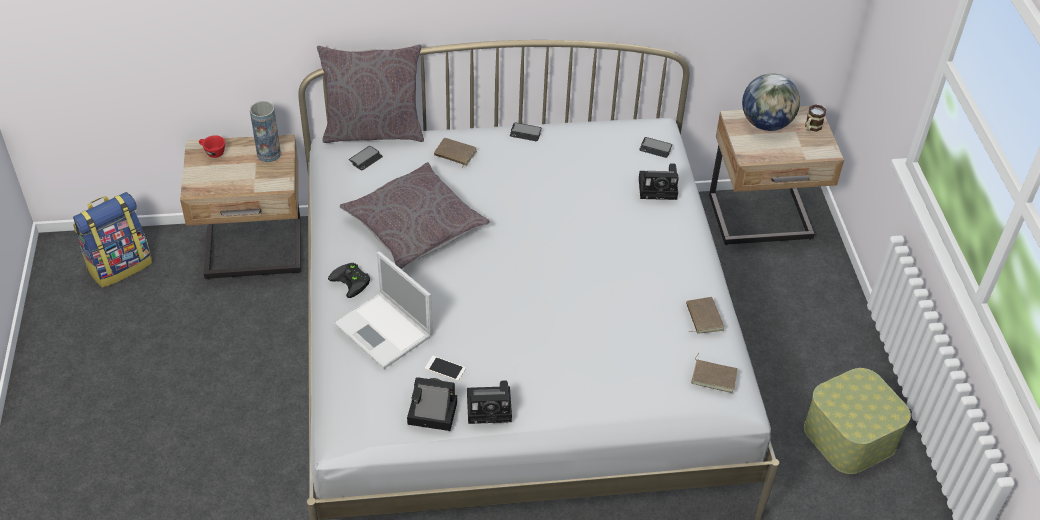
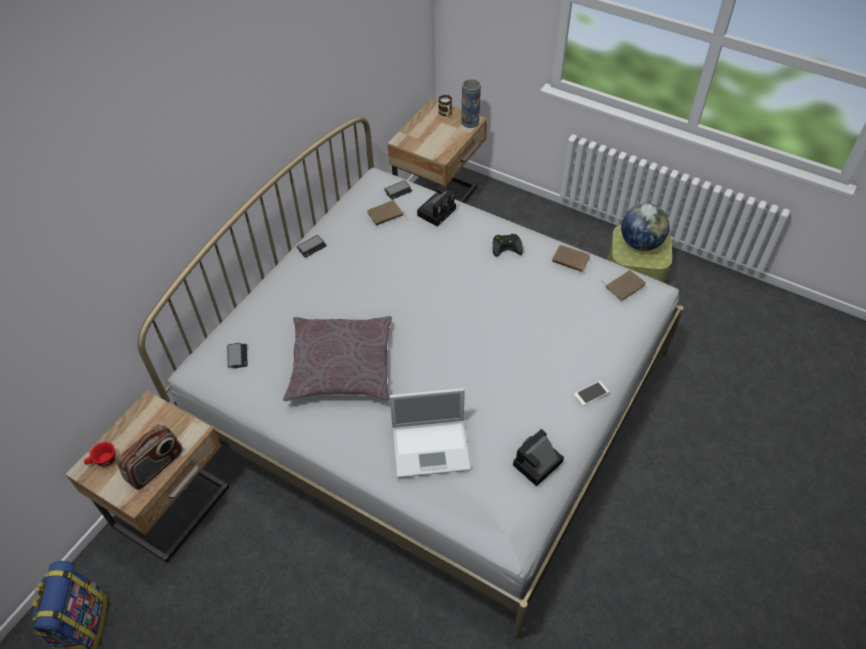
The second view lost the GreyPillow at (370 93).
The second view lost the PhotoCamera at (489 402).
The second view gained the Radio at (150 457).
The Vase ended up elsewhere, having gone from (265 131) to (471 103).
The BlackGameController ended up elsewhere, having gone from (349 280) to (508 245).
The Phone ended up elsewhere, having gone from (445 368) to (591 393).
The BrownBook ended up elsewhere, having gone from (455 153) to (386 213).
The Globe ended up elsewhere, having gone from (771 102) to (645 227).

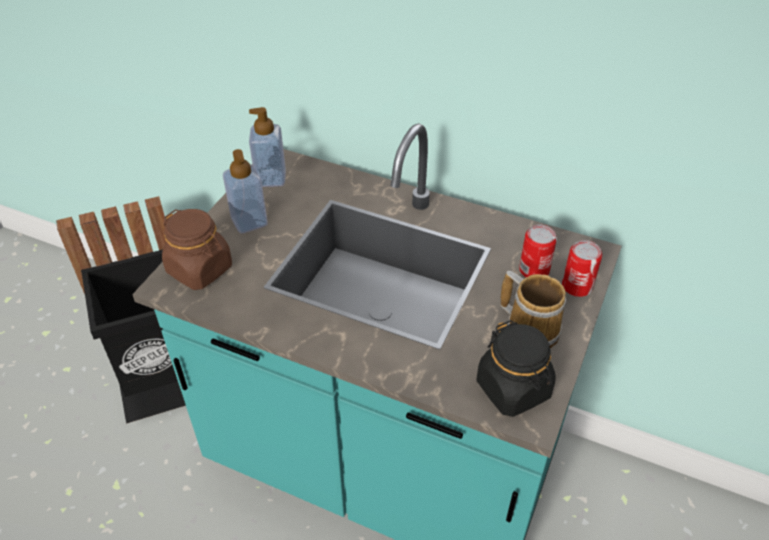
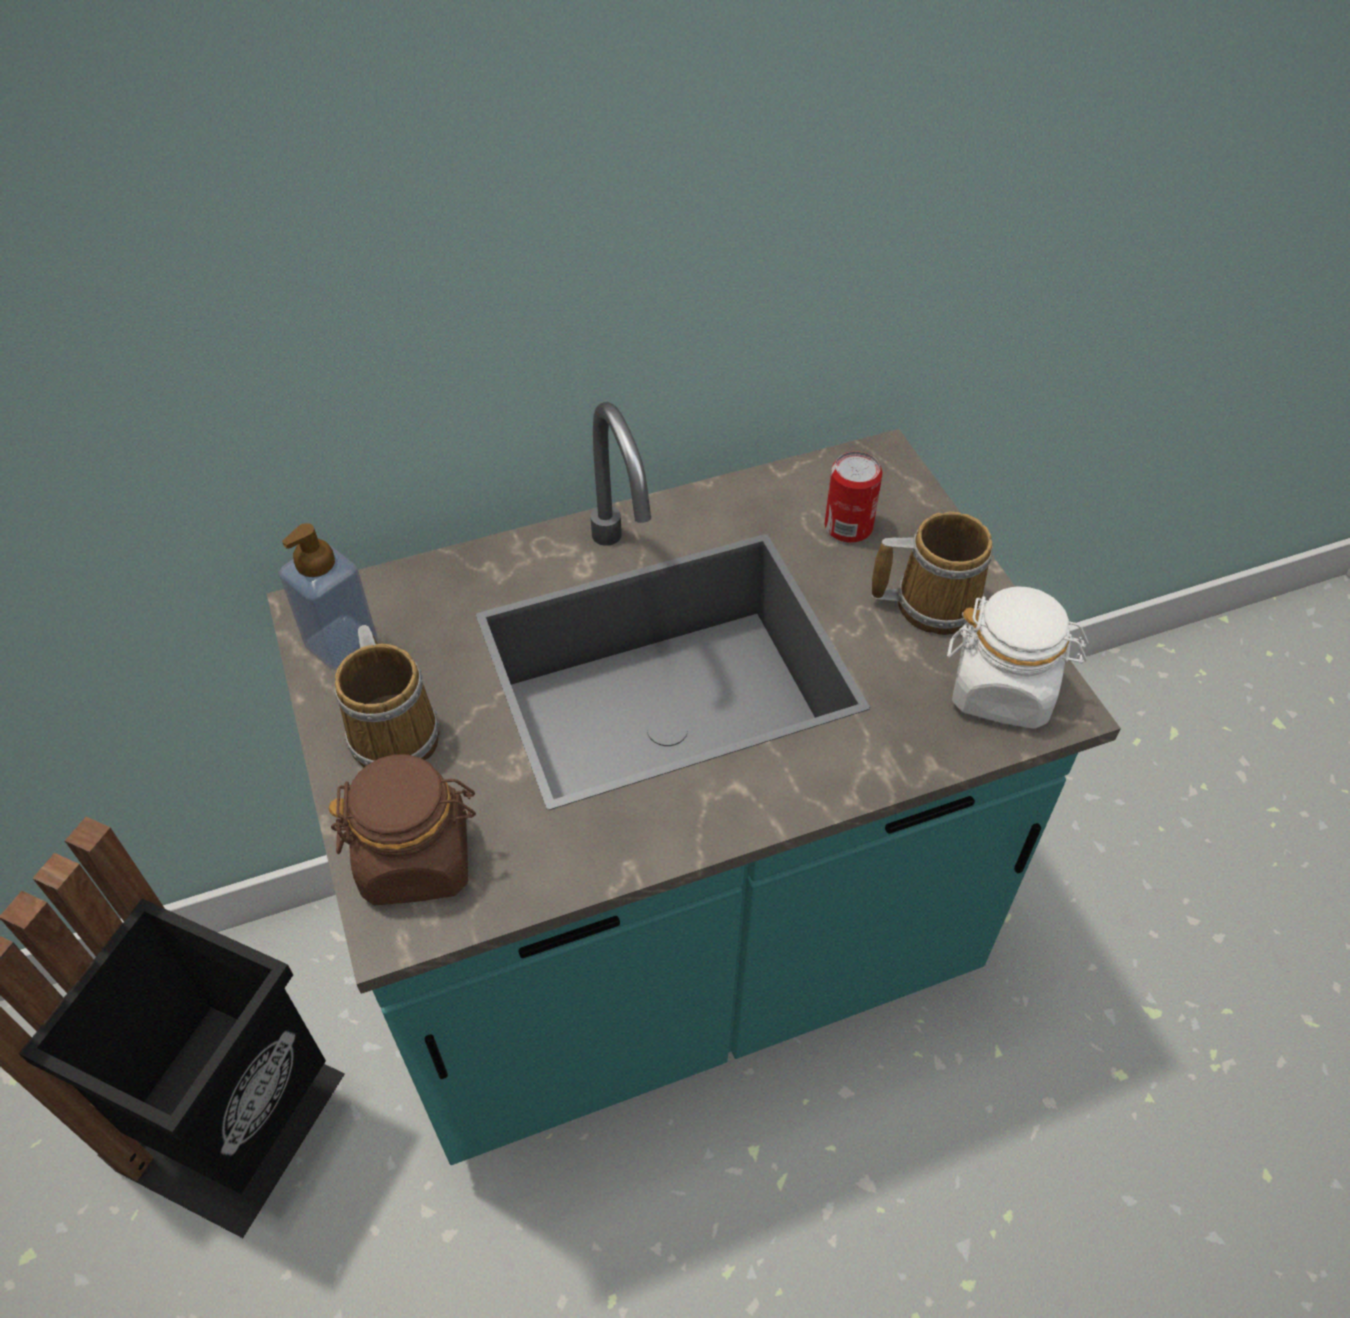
The second view lost the Can at (582 268).
Where the SoapDispenser stood at (245 191), the Mug came to stand at (386 696).
What was the BlackJar at (516 368) turned into the WhiteJar at (1018 658).

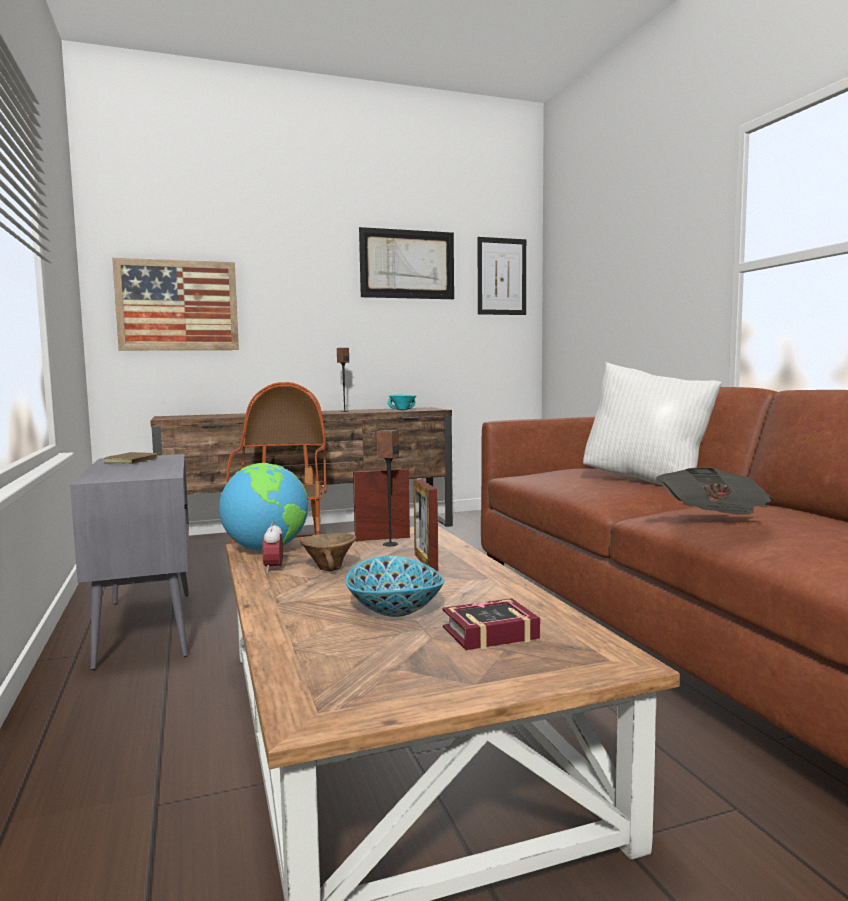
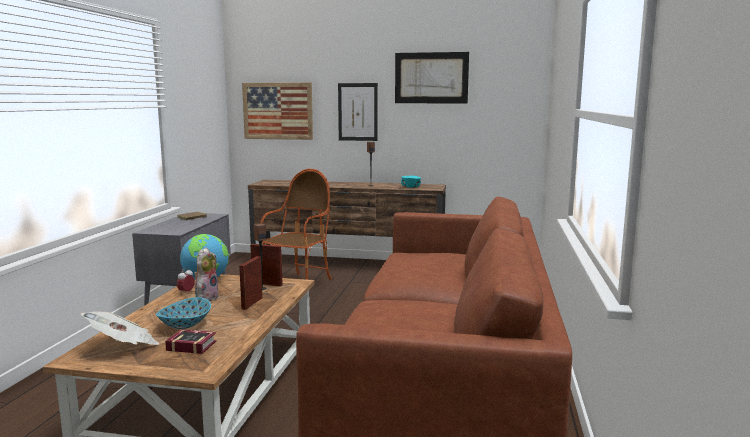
The second view lost the WhitePillow at (652 423).
The Picture ended up elsewhere, having gone from (501 276) to (358 112).
The Newspaper ended up elsewhere, having gone from (714 490) to (120 328).
Where the BrownBowl stood at (328 552), the PlushToy came to stand at (206 274).

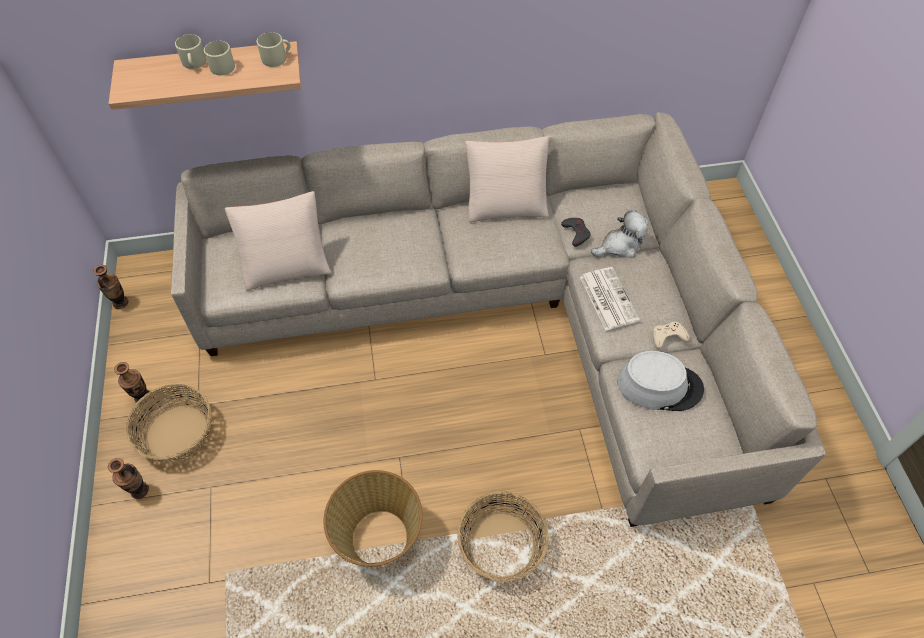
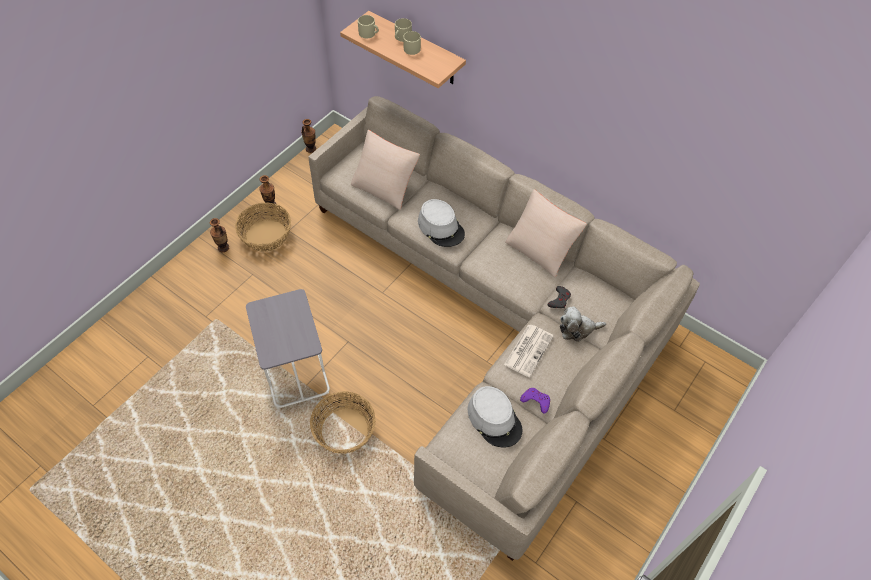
The second view gained the GreyHat at (441 223).
The BeigeMug ended up elsewhere, having gone from (274 49) to (368 26).
Where the Basket stood at (373 518), the GreySideTable came to stand at (288 348).
What was the BeigeGameController at (671 335) turned into the PurpleGameController at (535 401).
The PlushToy at (620 234) ended up facing another way, 150 degrees clockwise from before.

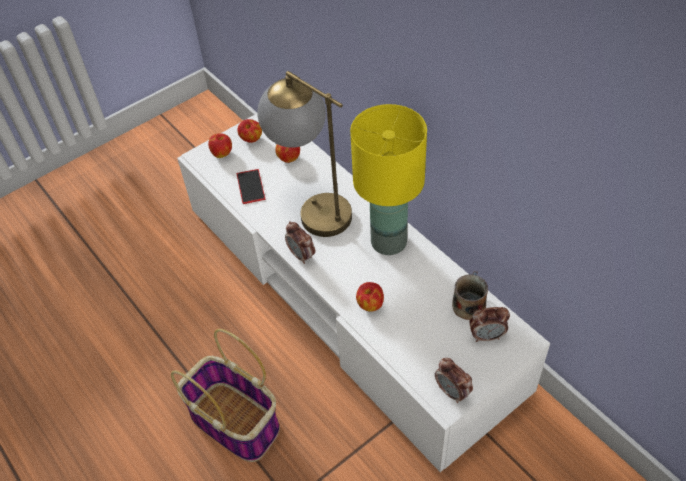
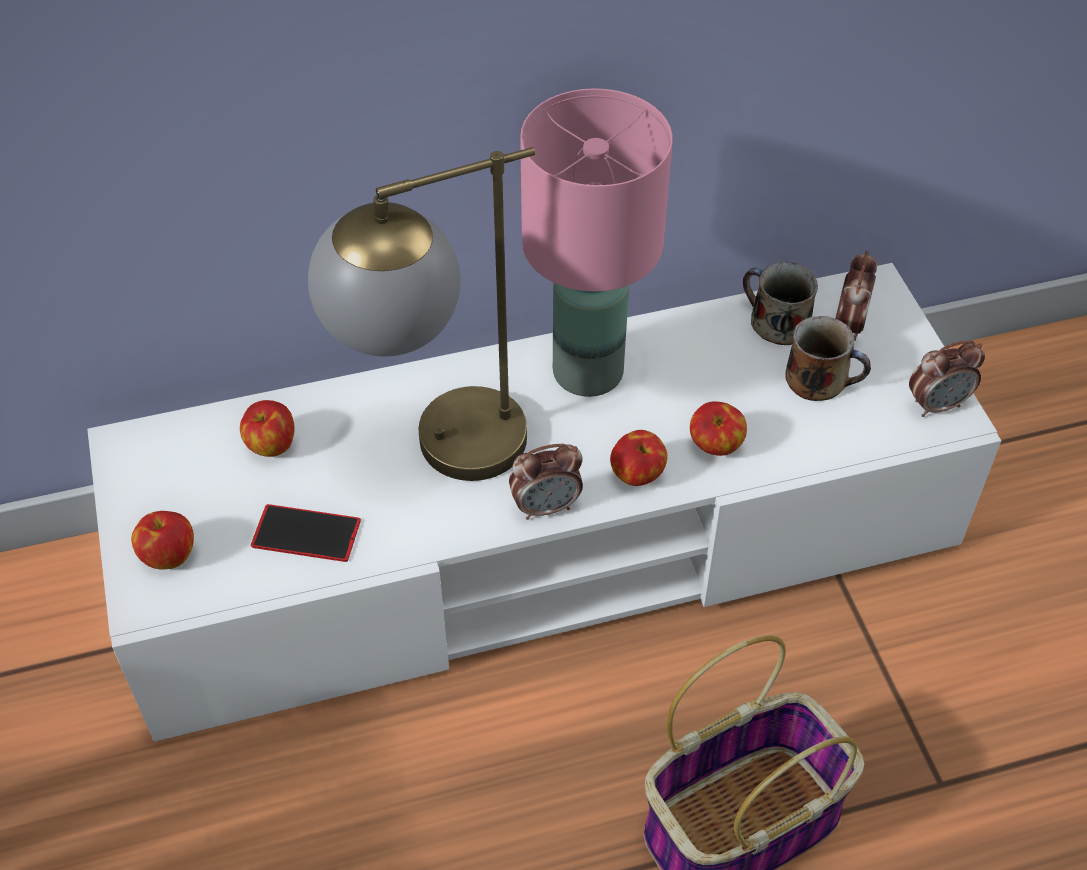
The second view gained the Mug at (828 358).
The Apple ended up elsewhere, having gone from (249 131) to (639 458).
What was the YellowTableLamp at (388 179) turned into the PinkTableLamp at (596 242).

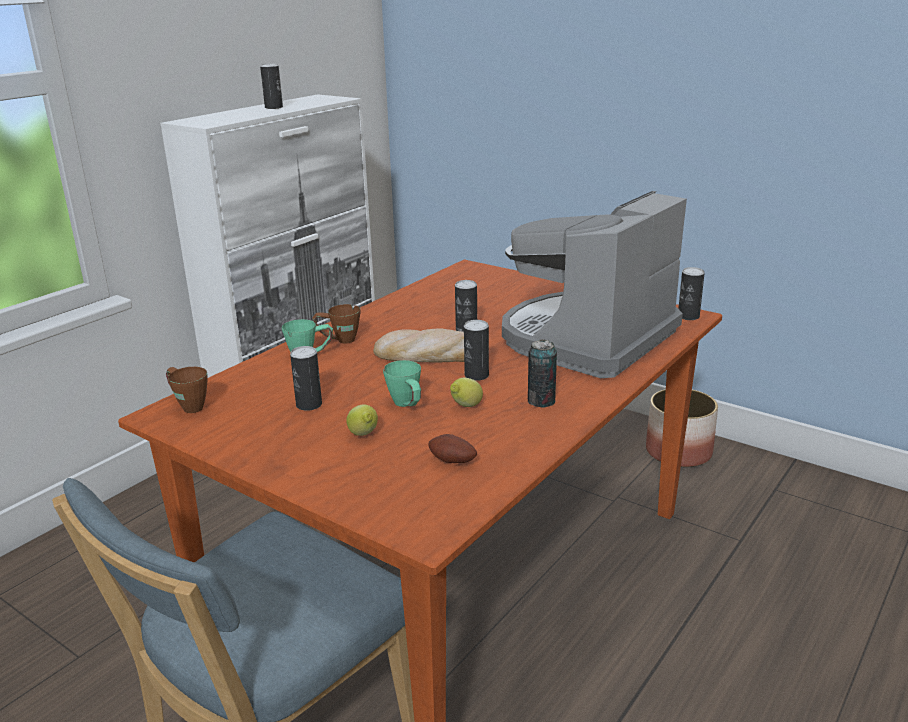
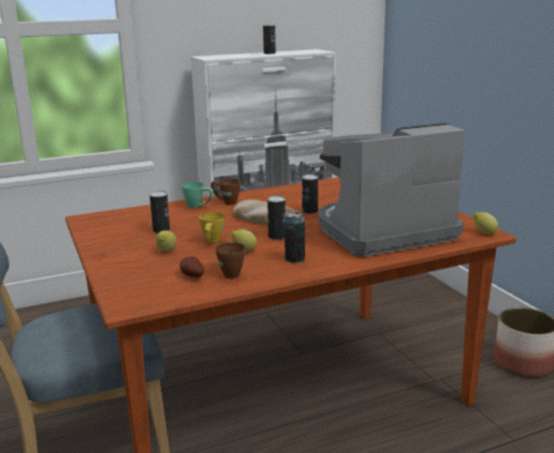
The BrownMug ended up elsewhere, having gone from (187 390) to (230 260).
Where the Can stood at (691 293), the Lemon came to stand at (485 223).
What was the GreenMug at (402 383) turned into the YellowMug at (212 227).

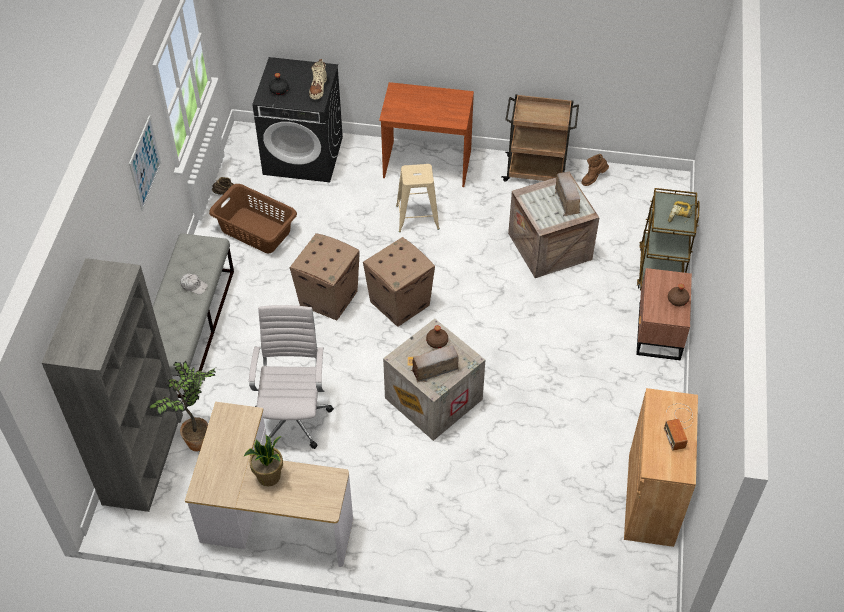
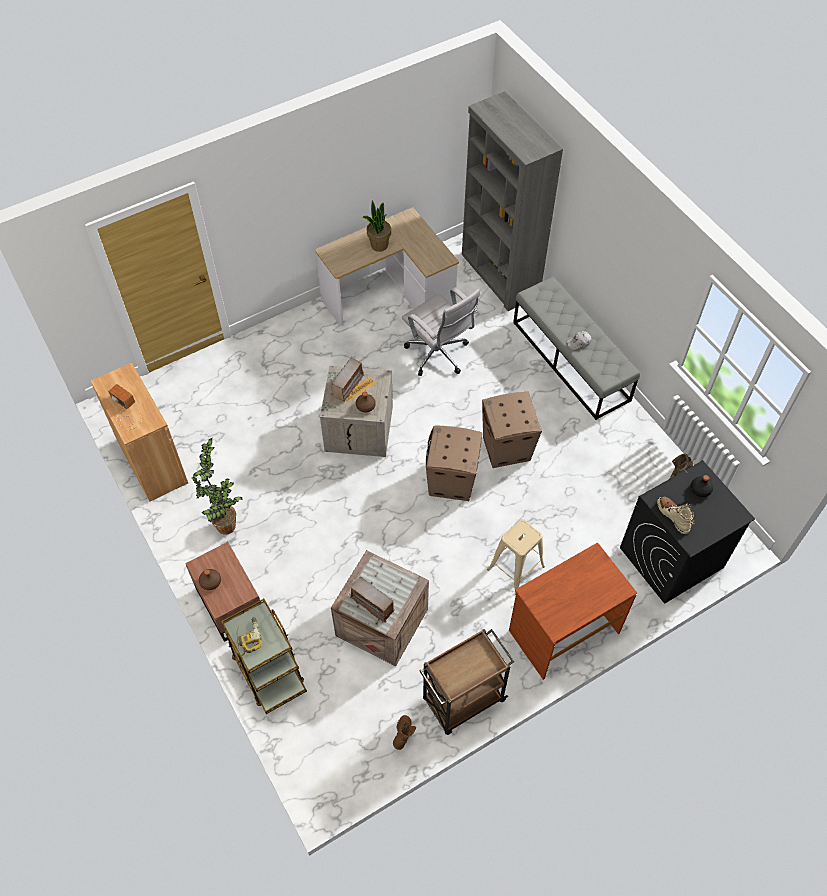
The second view lost the Picture at (145 163).
The second view lost the BrownLaundryBasket at (253 219).
The PottedPlant ended up elsewhere, having gone from (181 406) to (217 486).

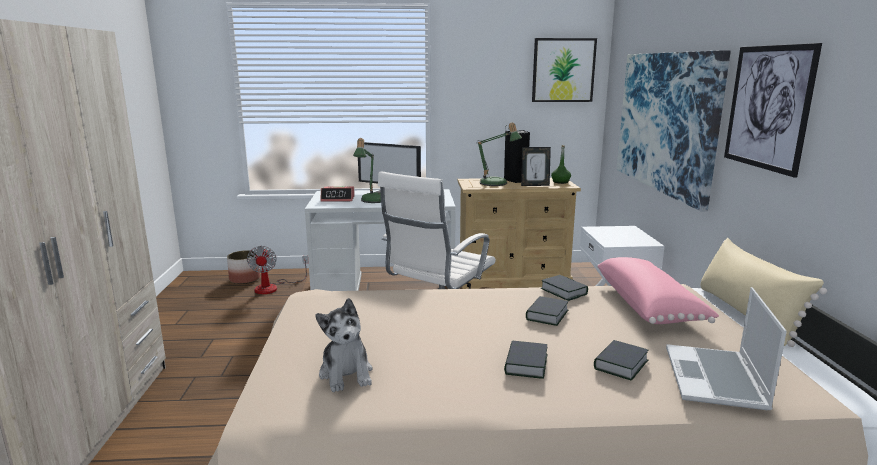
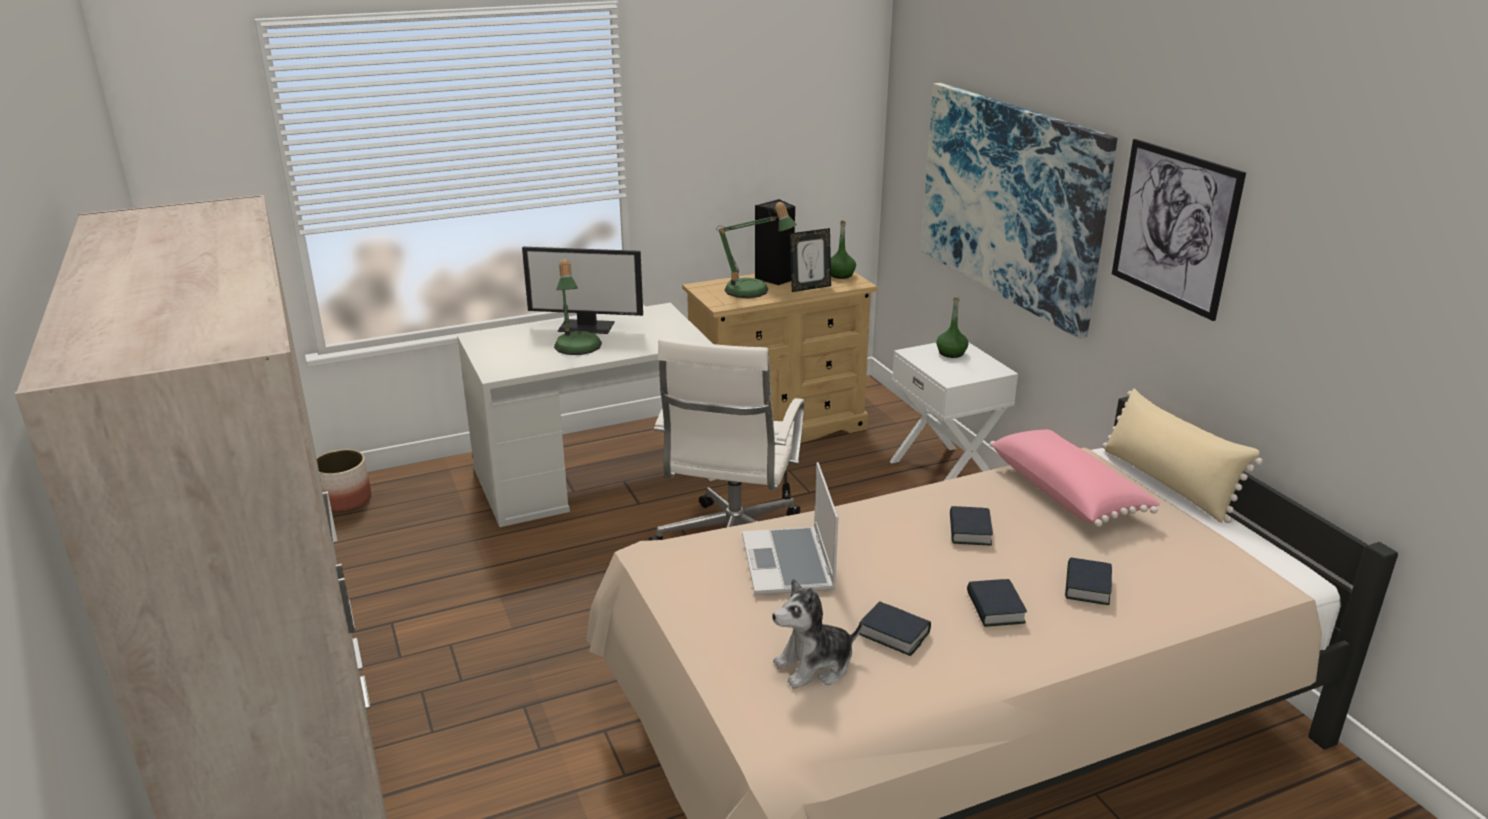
The second view lost the Fan at (277 270).
The second view lost the AlarmClock at (337 194).
The second view lost the Picture at (564 70).
The second view gained the GreenBottle at (952 327).
The Book ended up elsewhere, having gone from (564 288) to (895 628).
The Laptop ended up elsewhere, having gone from (726 348) to (790 528).
The PlushToy at (344 345) ended up facing another way, 105 degrees clockwise from before.

